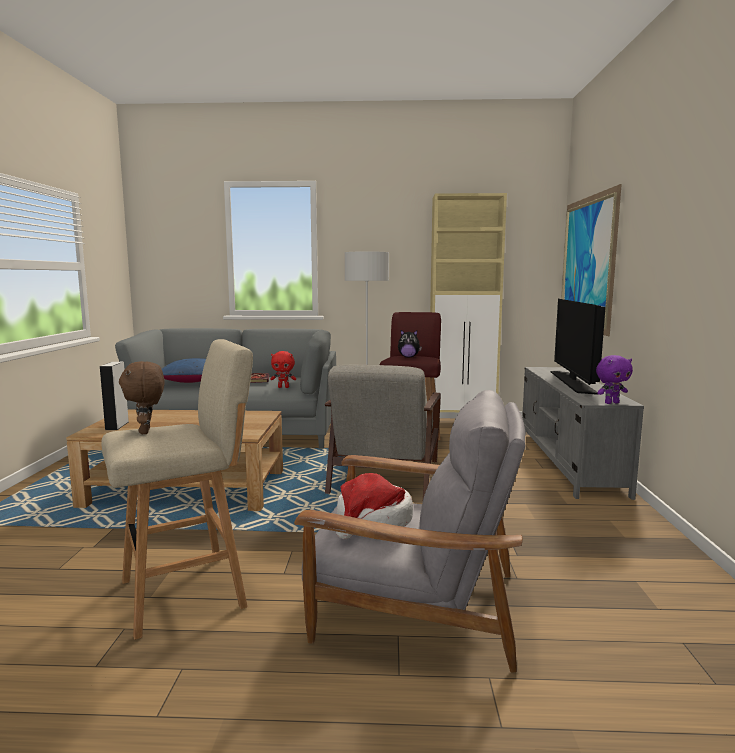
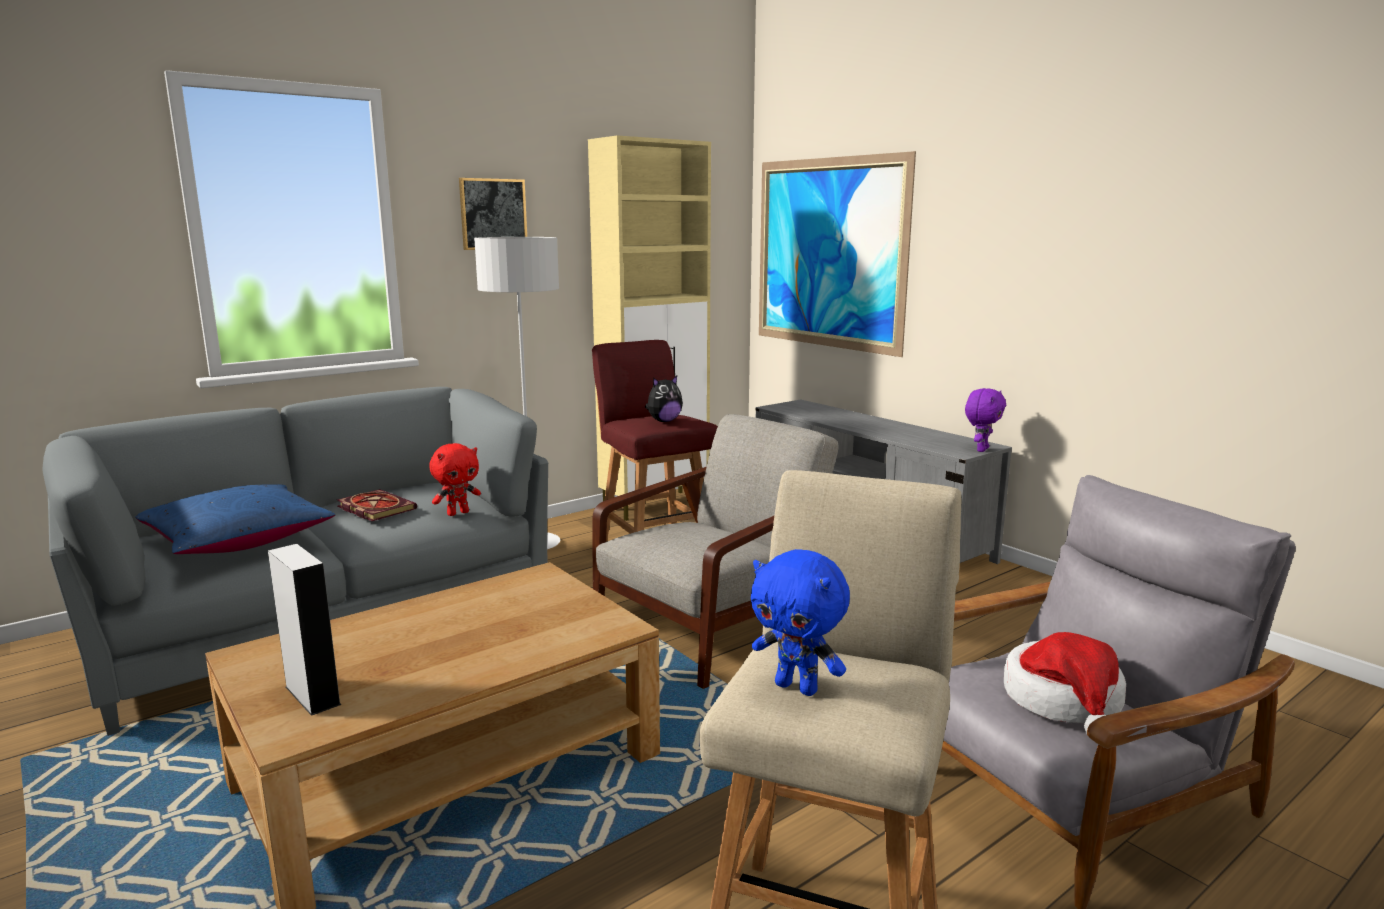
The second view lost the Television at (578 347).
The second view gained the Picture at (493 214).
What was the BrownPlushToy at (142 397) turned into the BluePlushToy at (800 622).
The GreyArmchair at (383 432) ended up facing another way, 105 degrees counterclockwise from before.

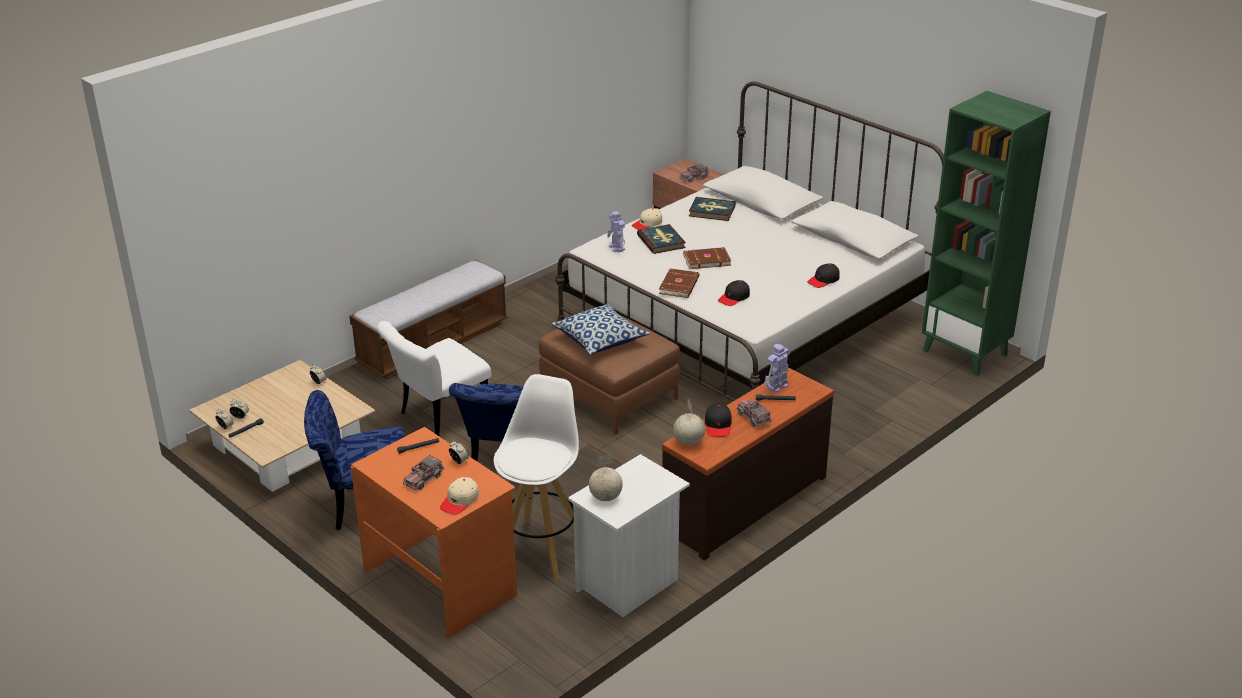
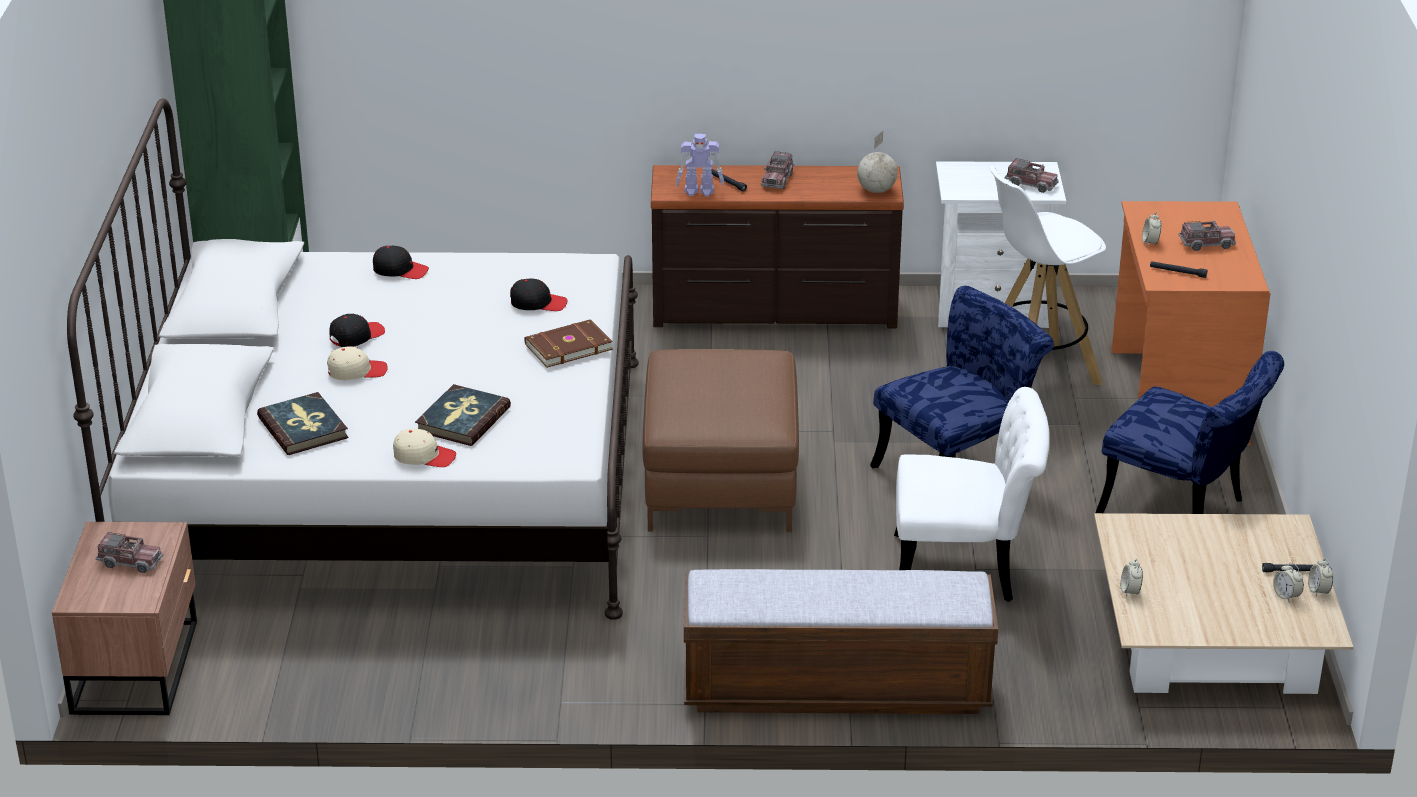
The second view lost the Pillow at (600 329).
The second view lost the ToyRobot at (616 231).
The second view lost the BrownBook at (707 258).
The BeigeCap ended up elsewhere, having gone from (459 496) to (357 363).
The BlackCap ended up elsewhere, having gone from (718 420) to (357 330).
Where the Globe stood at (606 477), the ToyTruck came to stand at (1032 175).

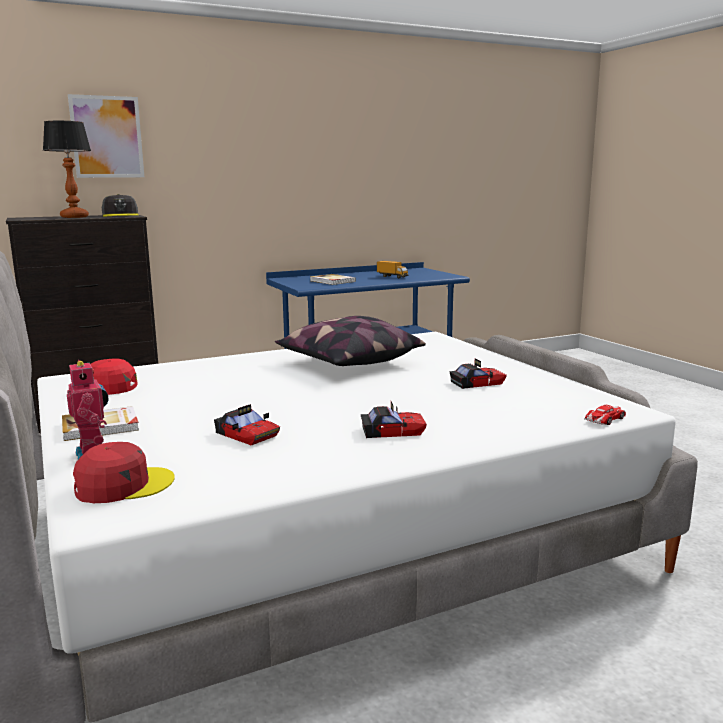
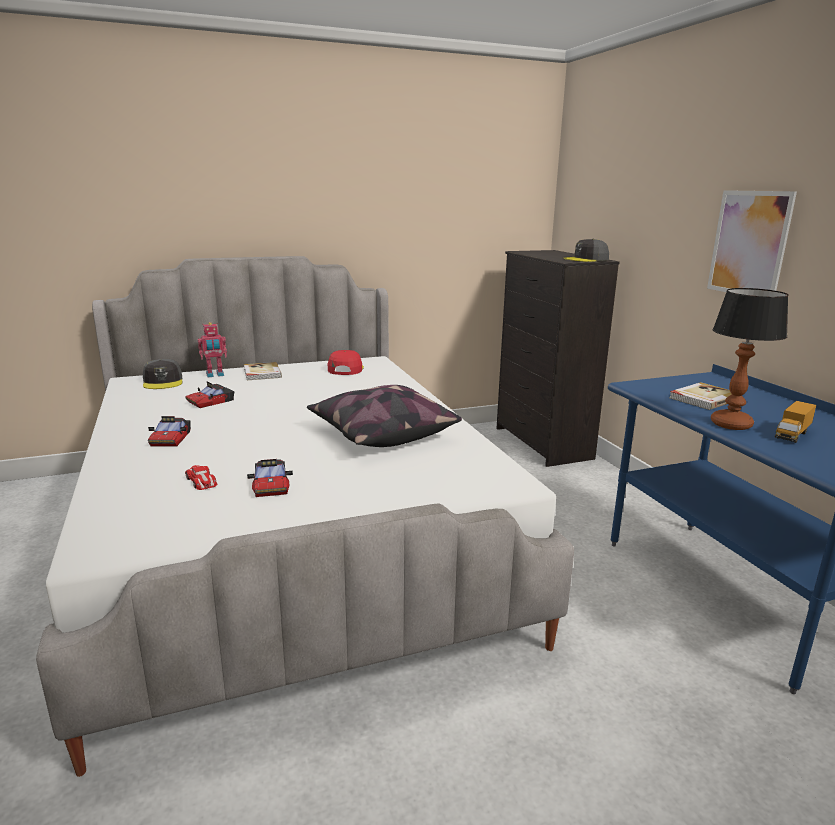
The TableLamp ended up elsewhere, having gone from (67 169) to (750 359).
The Picture ended up elsewhere, having gone from (106 136) to (752 241).
The ToyCar ended up elsewhere, having gone from (605 415) to (201 477).
What was the RedCap at (124 472) turned into the GreyCap at (162 374).

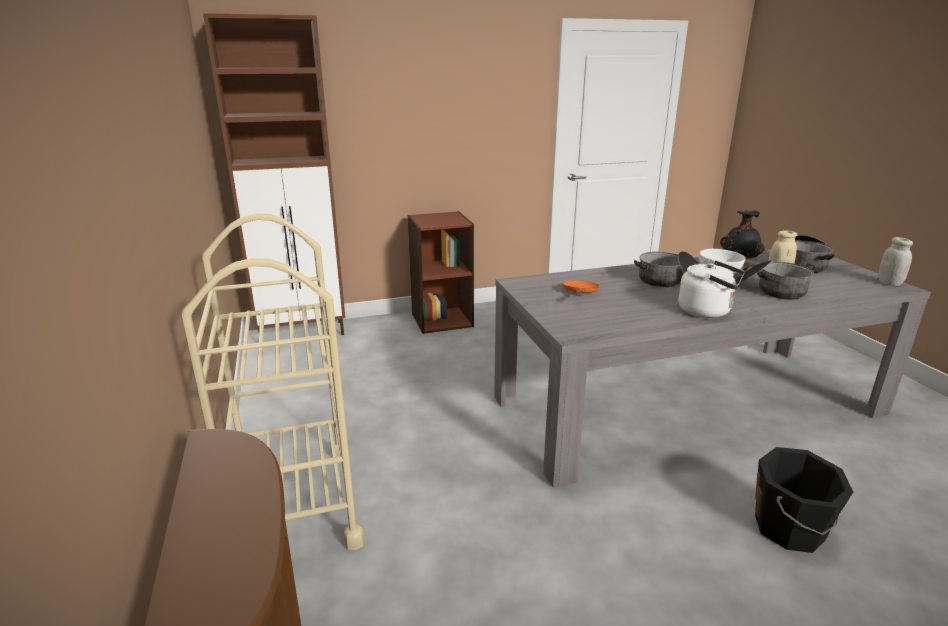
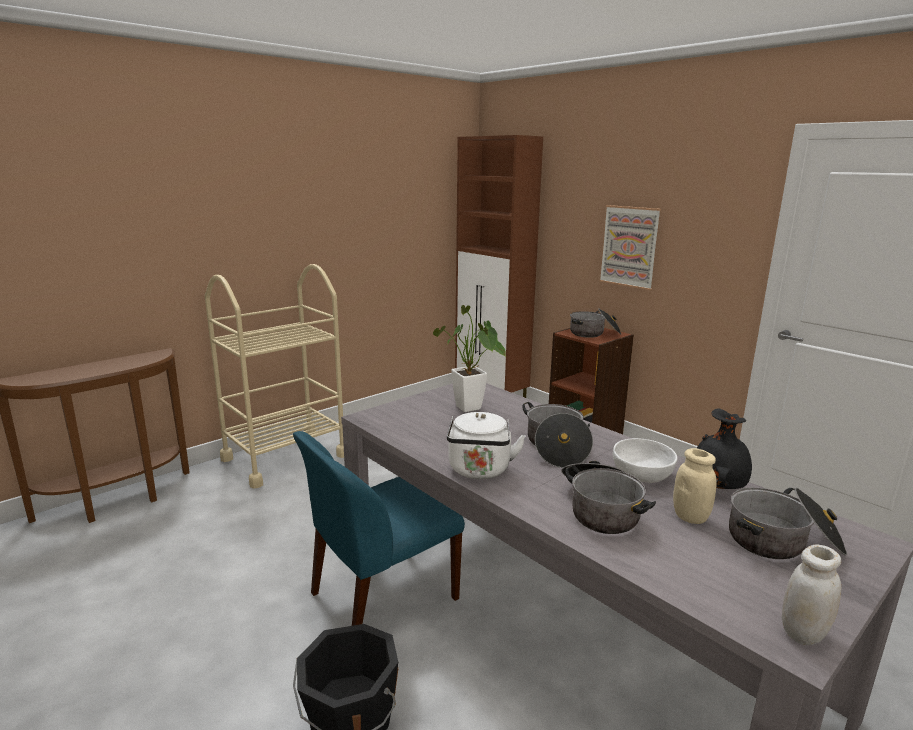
The second view gained the BlueChair at (379 528).
The second view gained the CookingPot at (595 323).
The second view gained the Picture at (630 247).
Where the OrangeFryingPan stood at (581 288), the PottedPlant came to stand at (469 358).

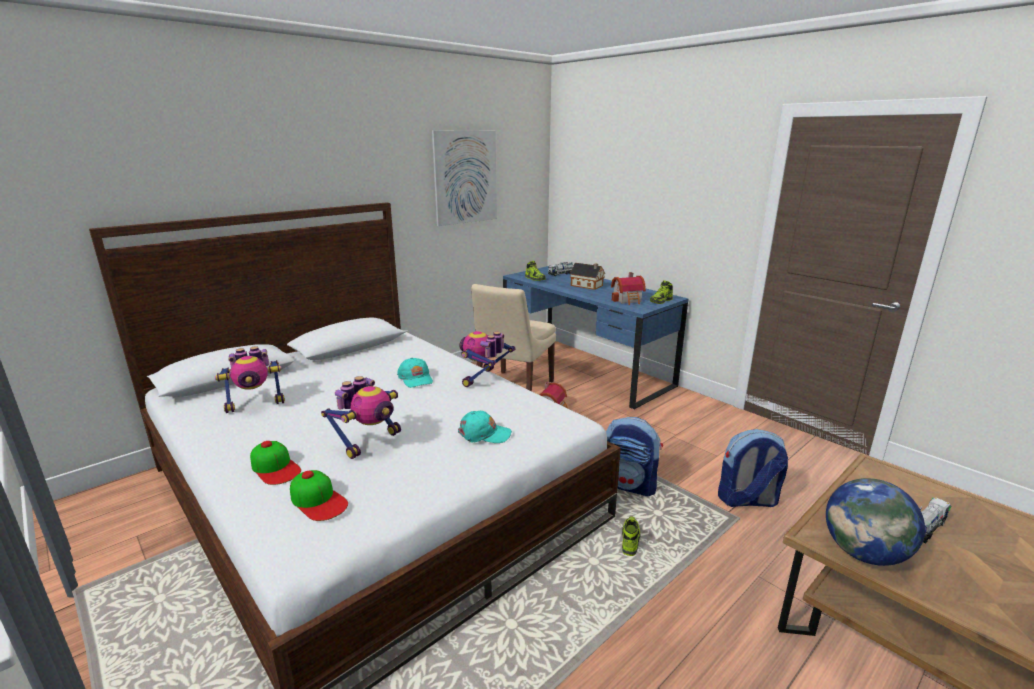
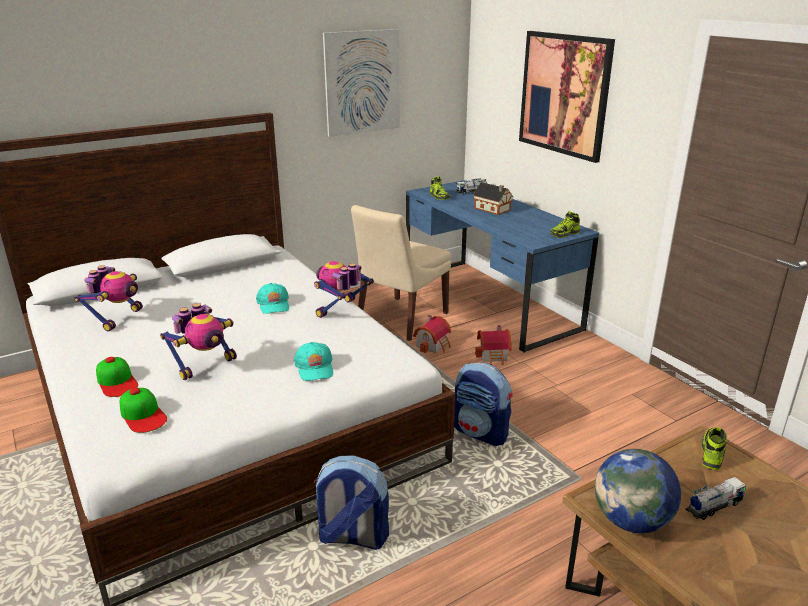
The second view gained the Picture at (567 97).
The ToyHouse ended up elsewhere, having gone from (628 288) to (493 345).
The Shoe ended up elsewhere, having gone from (631 536) to (714 448).
The Backpack ended up elsewhere, having gone from (753 468) to (351 502).
The ToyRobot at (250 379) ended up facing another way, 60 degrees counterclockwise from before.
The TurquoiseCap at (485 427) ended up facing another way, 60 degrees clockwise from before.

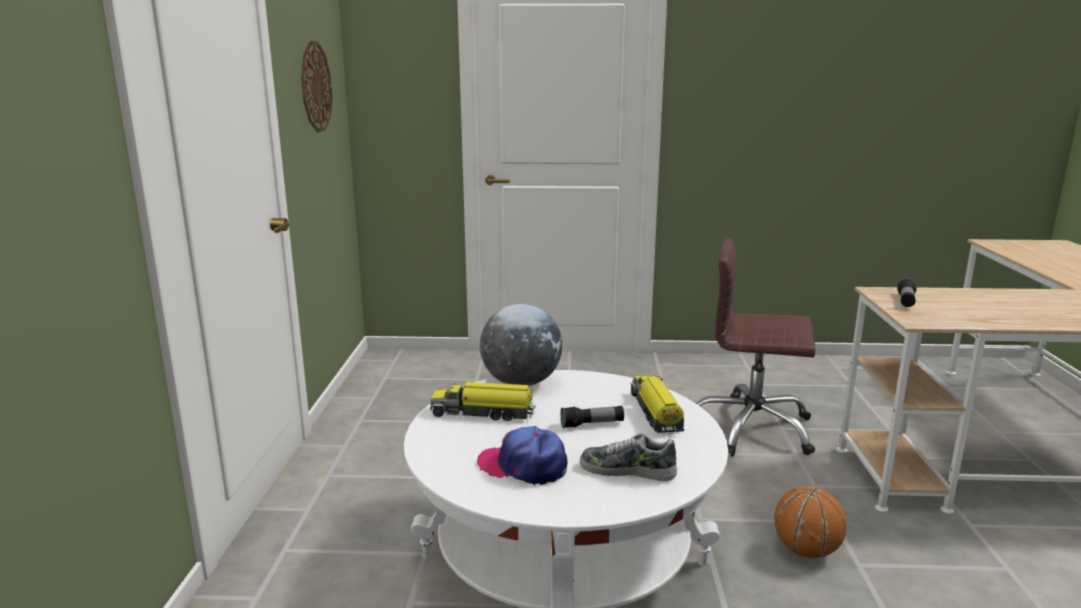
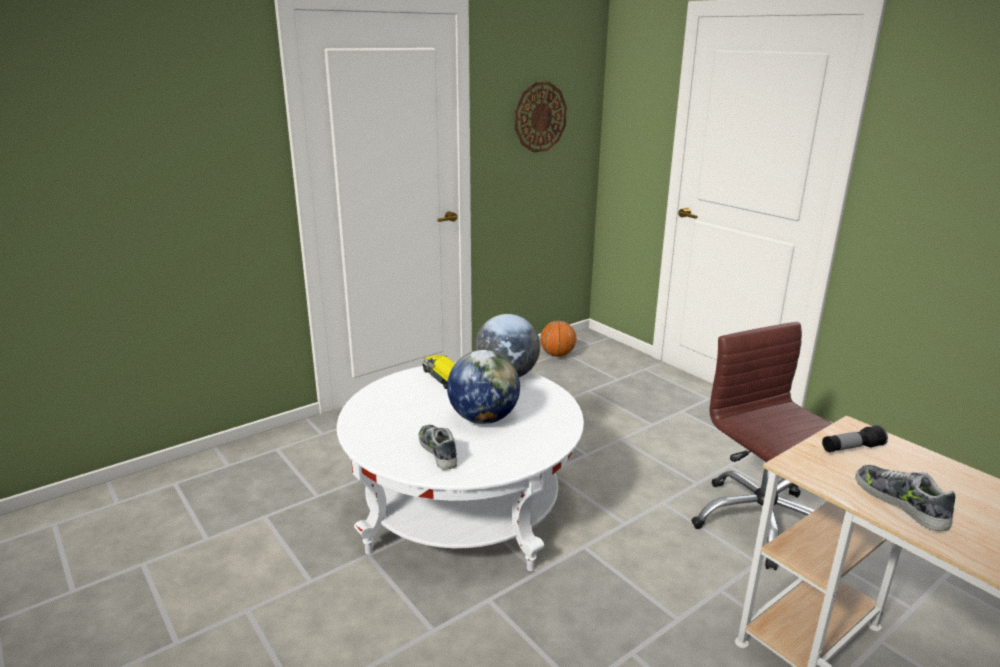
The second view lost the Cap at (522 455).
The second view lost the ToyTruck at (657 404).
The second view gained the Shoe at (905 498).
The Basketball ended up elsewhere, having gone from (810 522) to (558 339).
Where the Flashlight stood at (592 417), the Globe came to stand at (483 387).

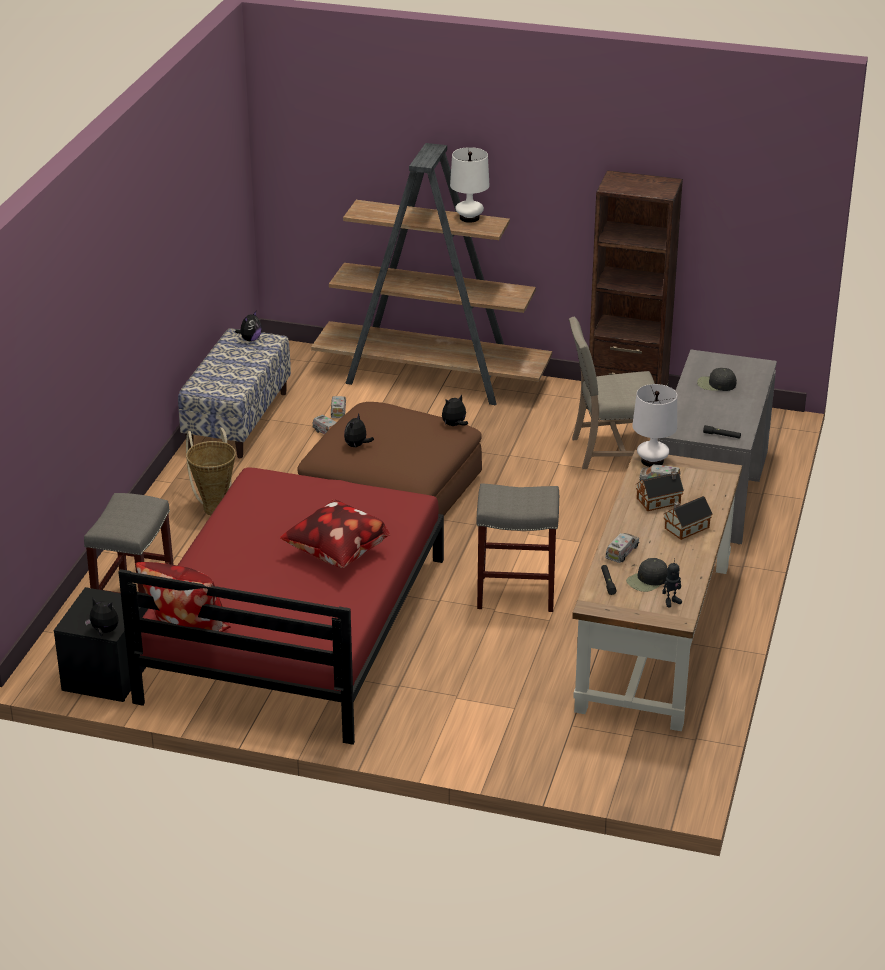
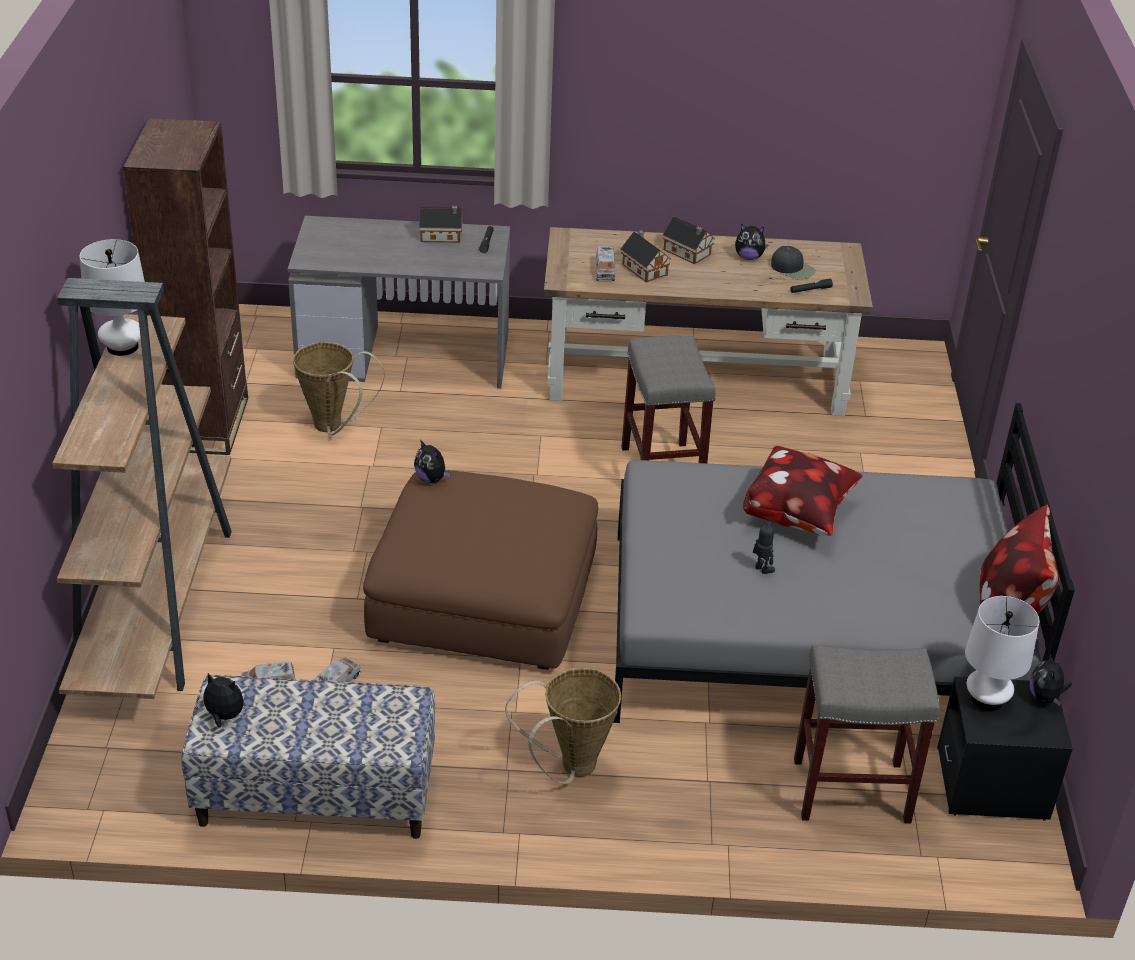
The second view lost the ToyTruck at (622 548).
The second view lost the BlackCap at (717 379).
The second view gained the ToyHouse at (440 224).
The PlushToy ended up elsewhere, having gone from (359 430) to (752 242).
The WhiteTableLamp ended up elsewhere, having gone from (654 425) to (1002 653).
The ToyRobot ended up elsewhere, having gone from (672 582) to (764 547).
Where the BeigeChair stood at (612 393), the Basket came to stand at (339 388).
What was the RedBed at (281 606) turned into the GreyBed at (844 563).

